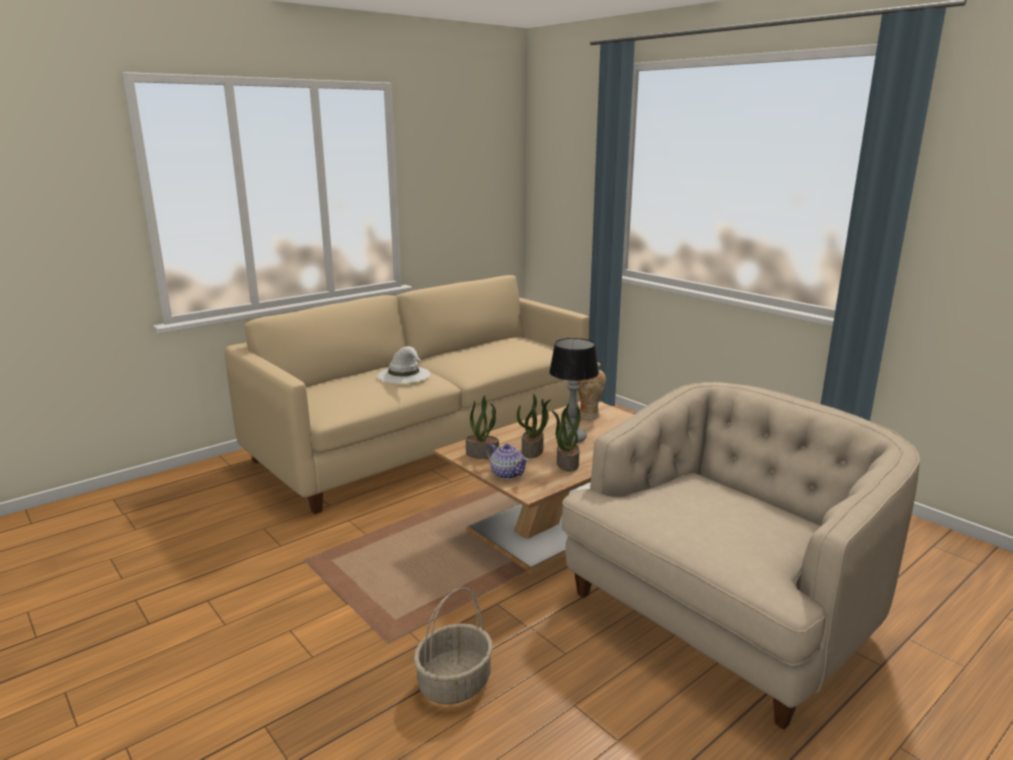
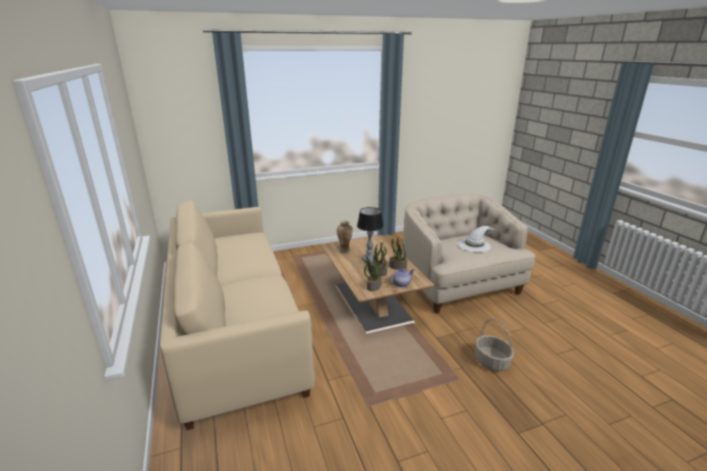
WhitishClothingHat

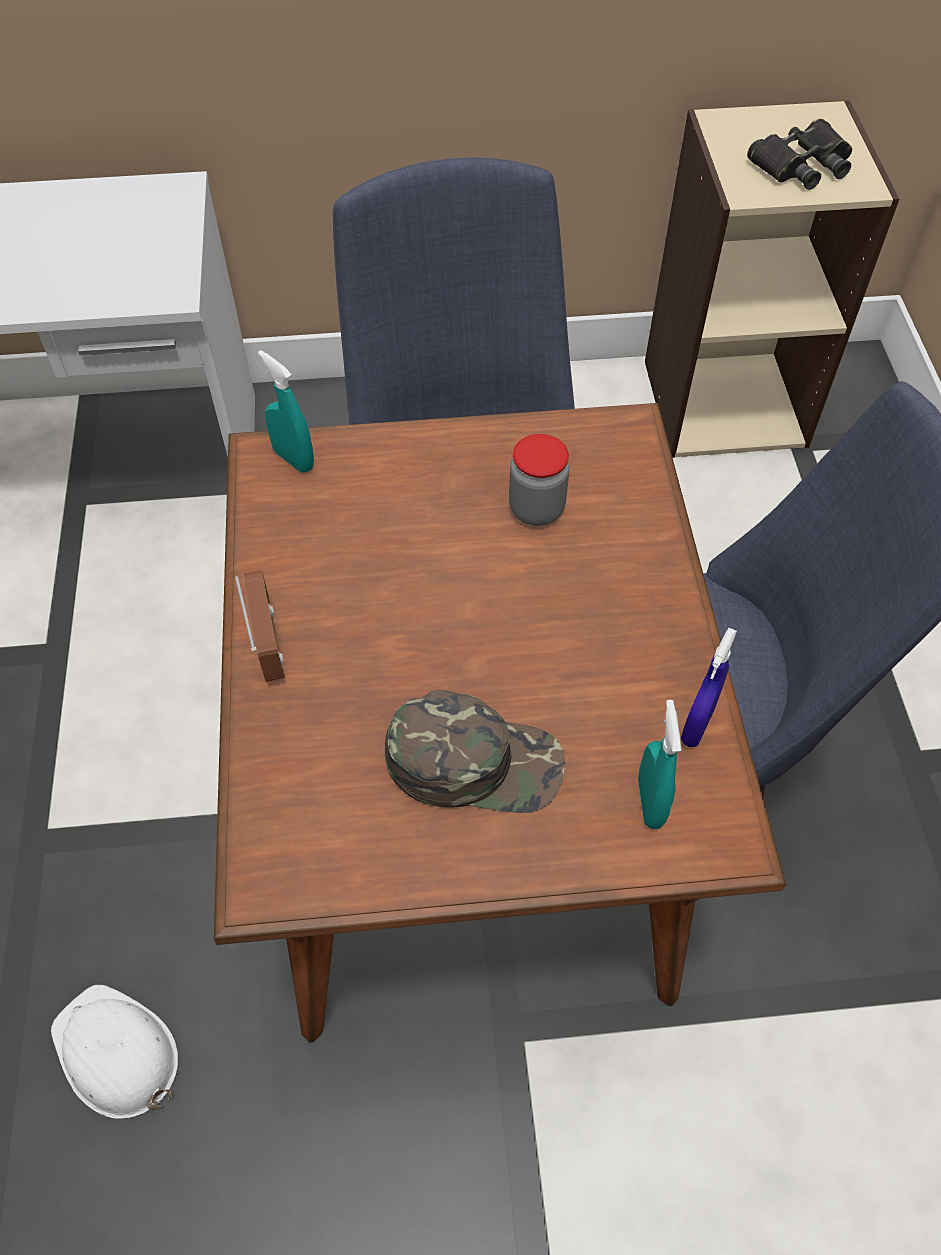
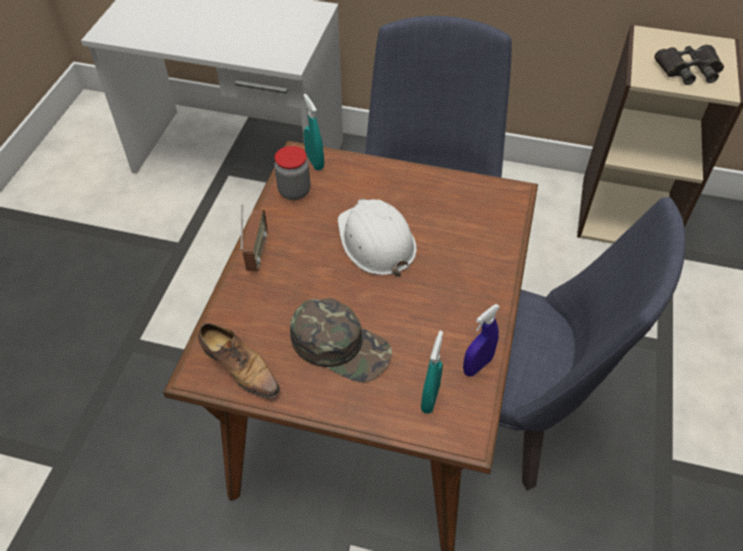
WhitishSafetyHelmet; StorageJar; Shoe

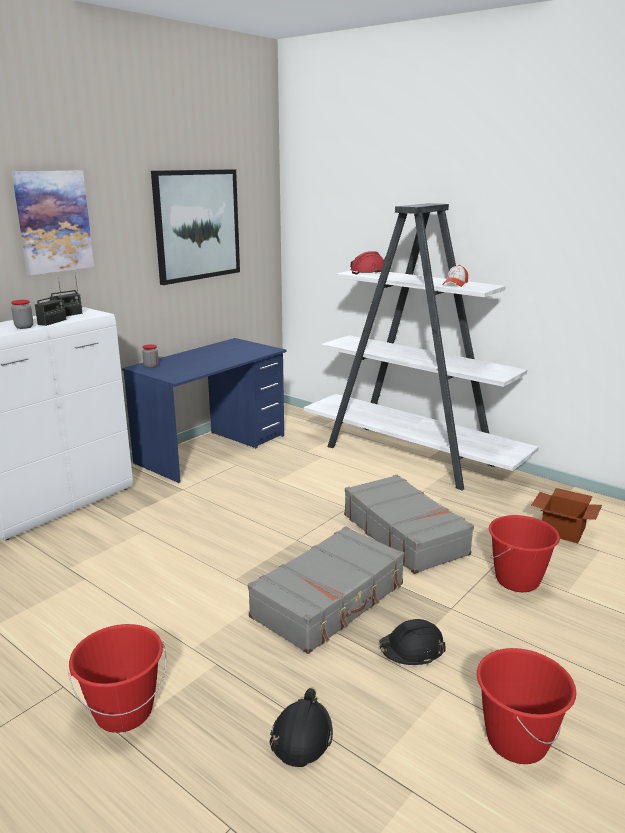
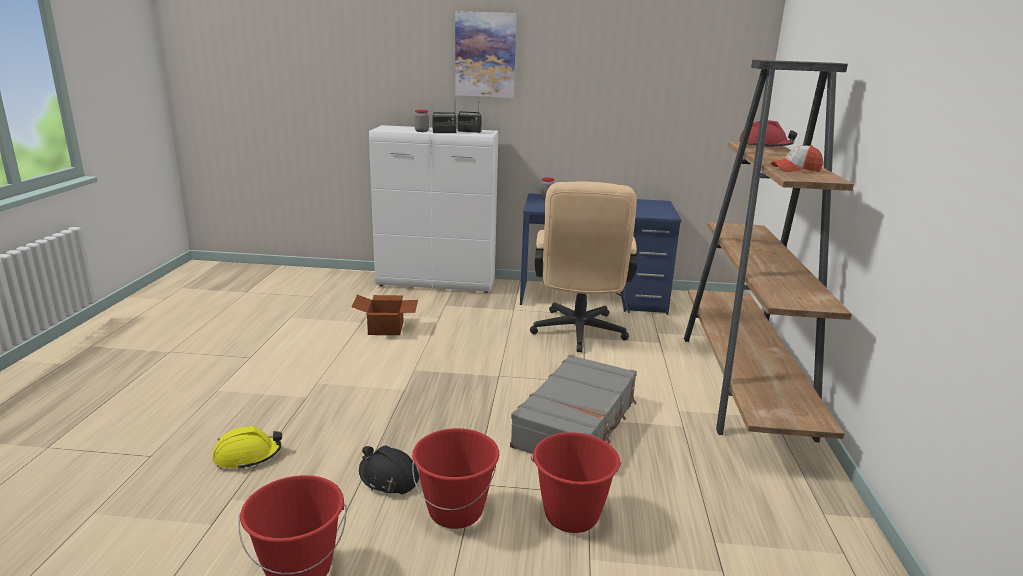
ReddishPail (no. 2 from left); Picture (no. 2 from left in the first image); GreyishTravelCase (no. 1 from left in the first image); YellowishSafetyHelmet; BrownColouredBookshelf; Carton; BeigeDeskChair

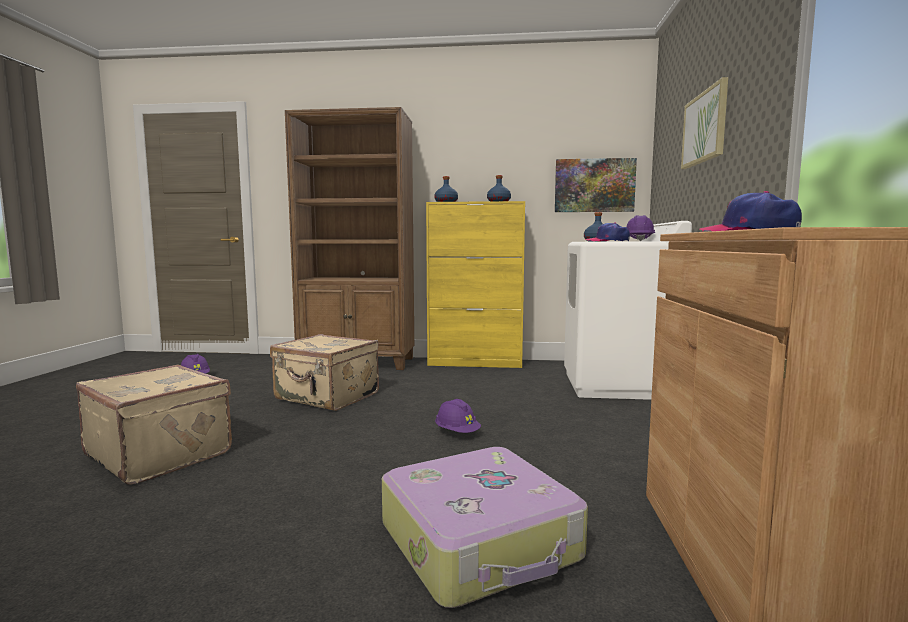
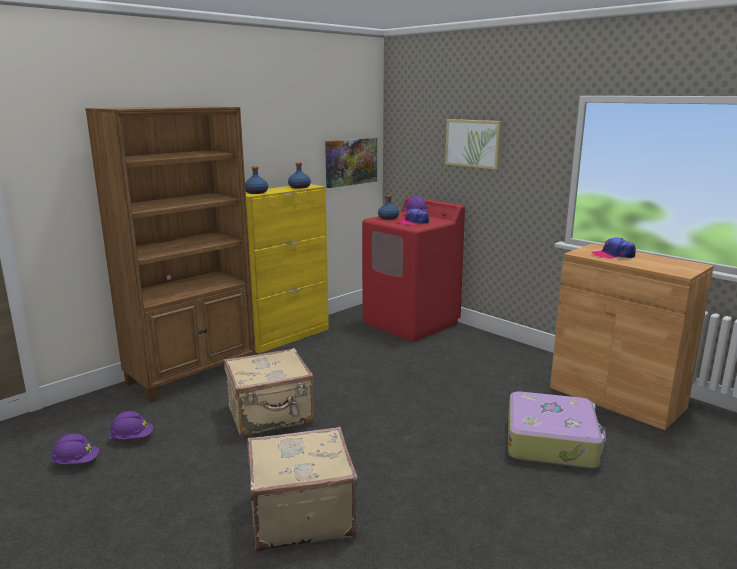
PurplishSafetyHelmet (no. 2 from left); ReddishLaundryAppliance

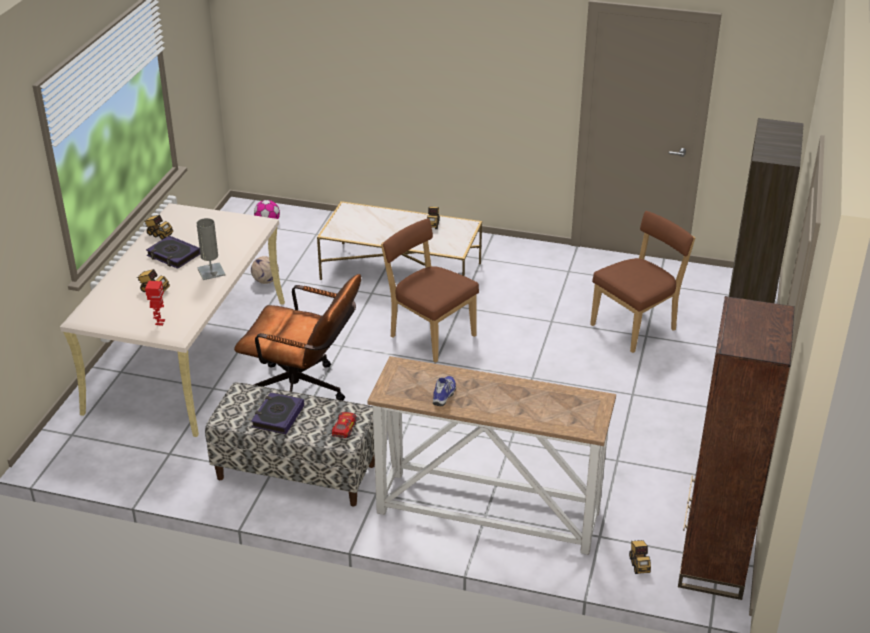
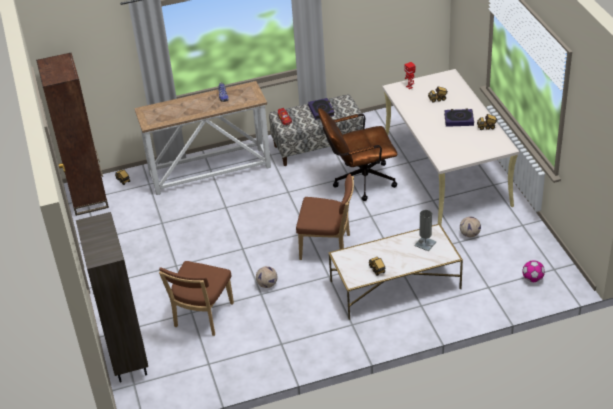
GreyishTableLamp; FootballBall (no. 1 from left)

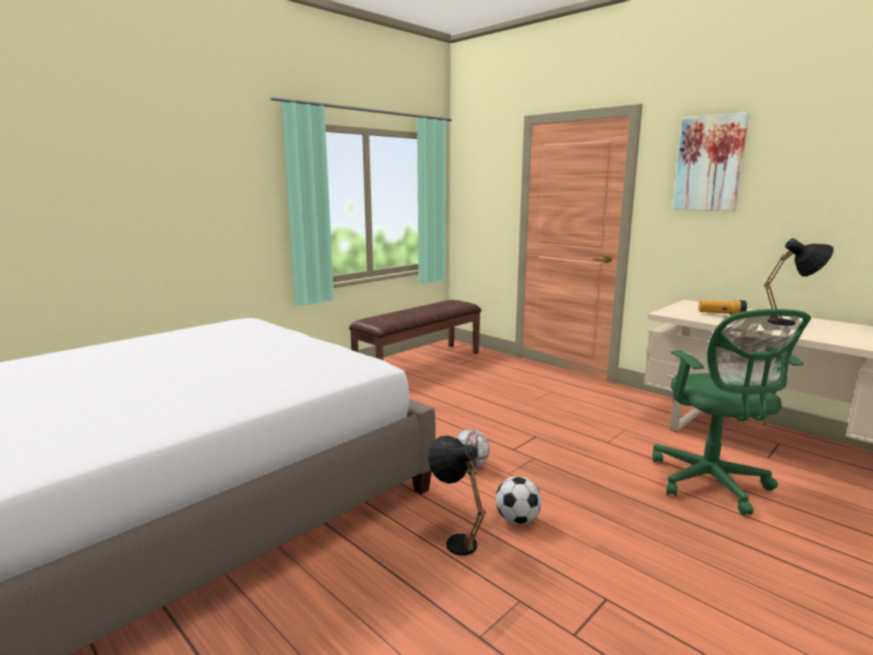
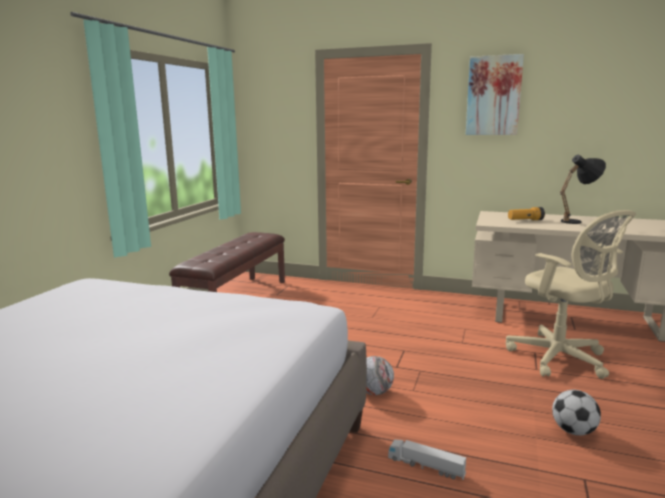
ToyTruck; FootballBall (no. 2 from left); BeigeDeskChair

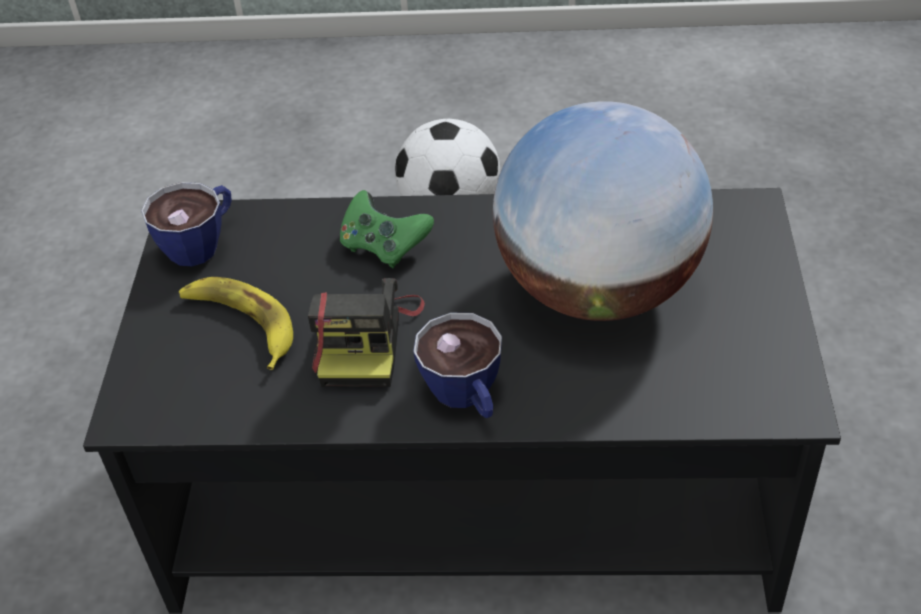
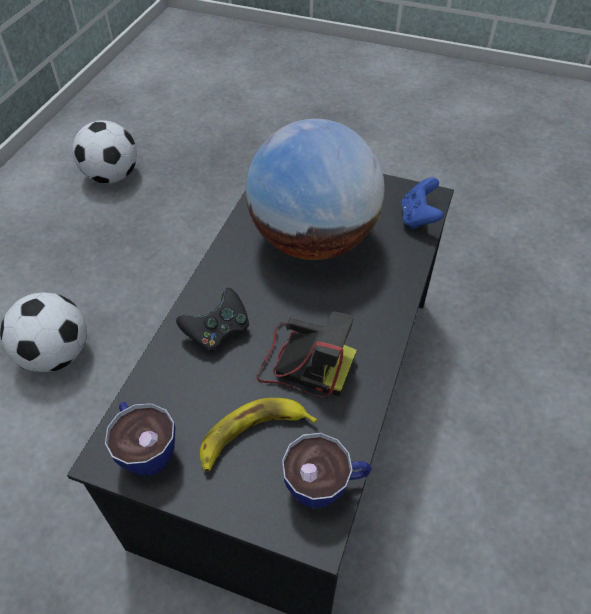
BlackishGameController; DrinkingCup (no. 2 from left); FootballBall (no. 2 from left); BlueGameController

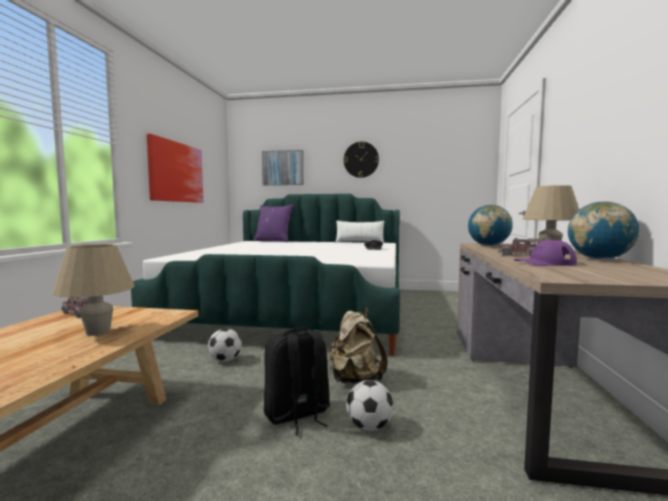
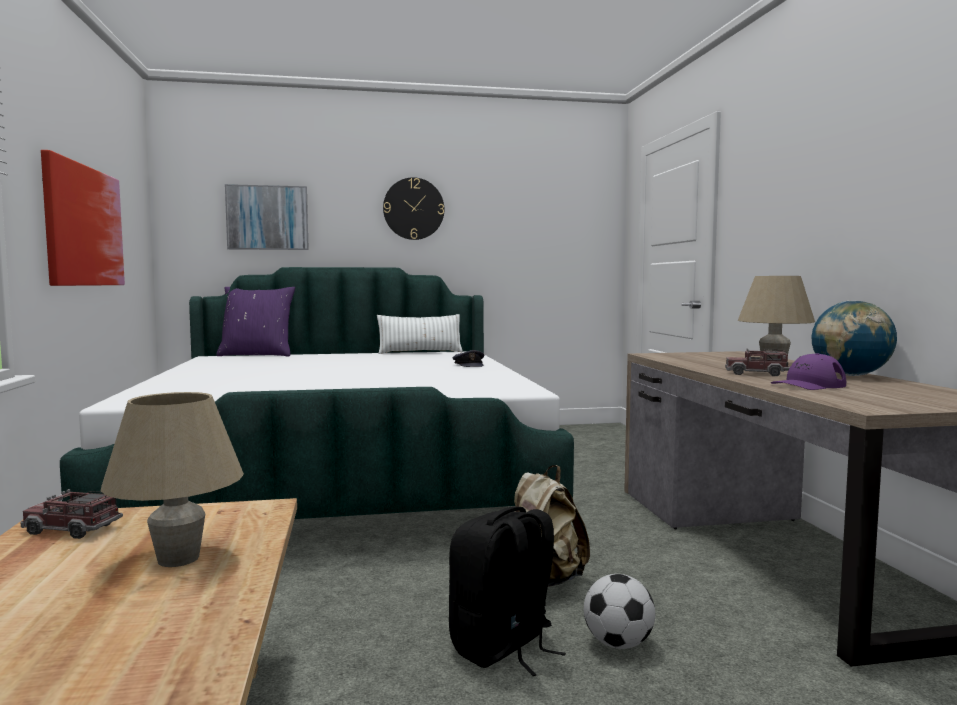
FootballBall (no. 1 from left in the first image); WorldGlobe (no. 1 from left in the first image)

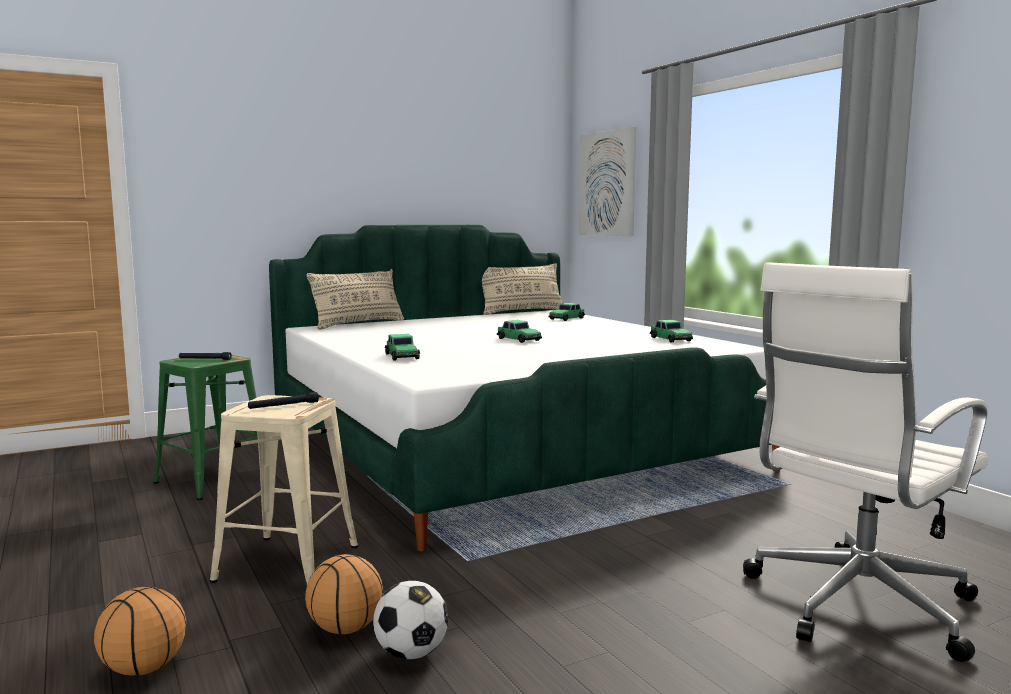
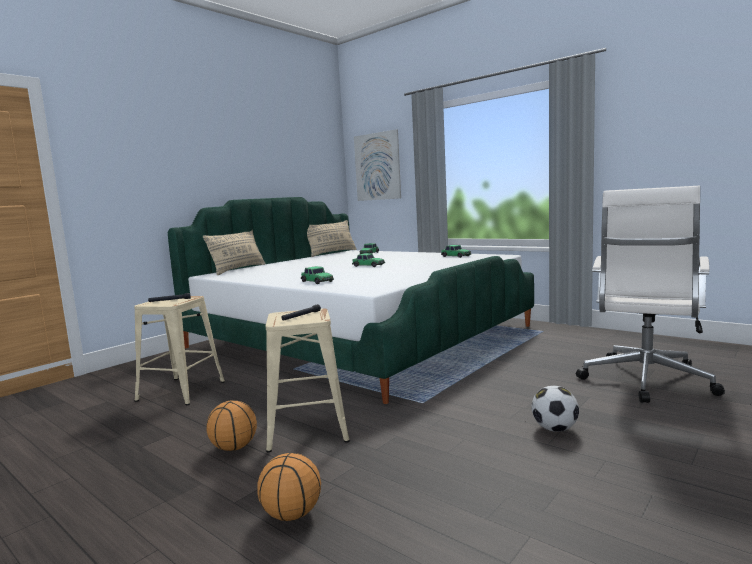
BeigeStool (no. 1 from left); Basketball (no. 1 from left); FootballBall

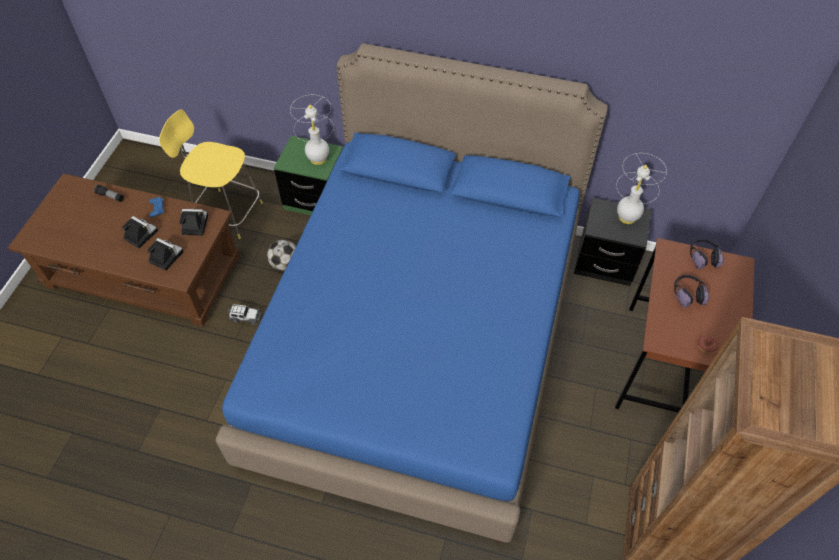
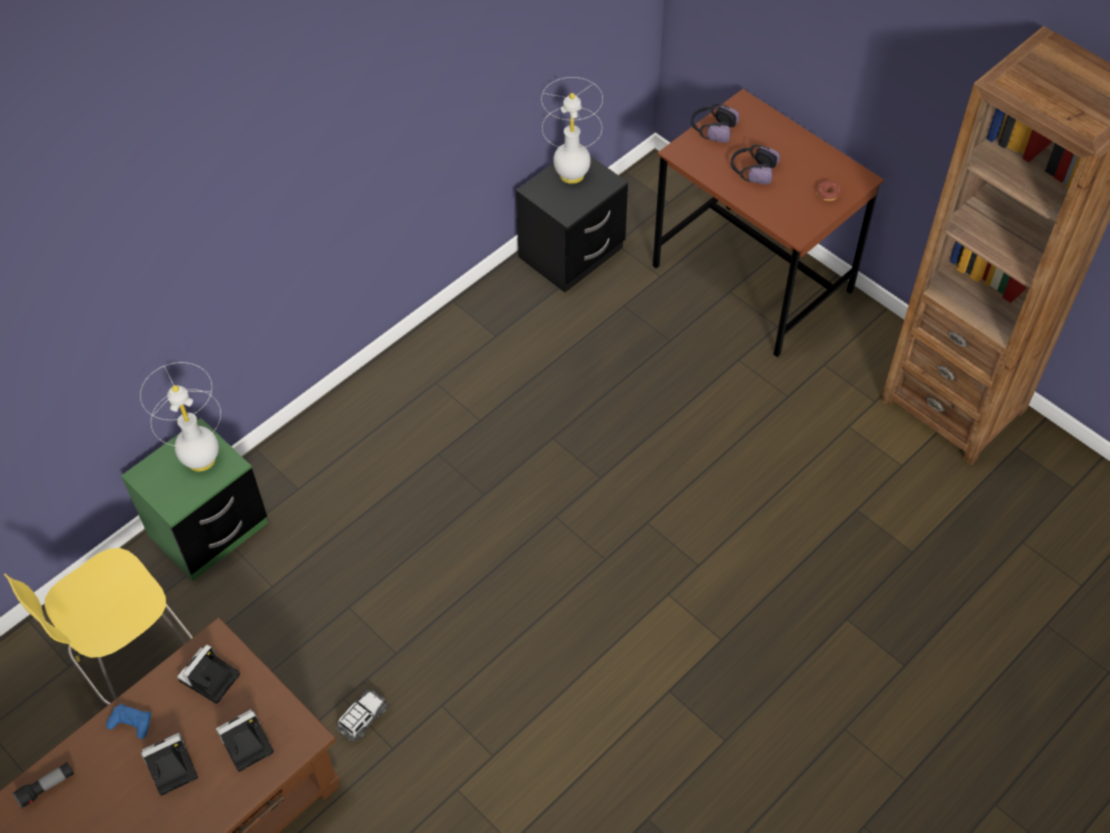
BlueBedroomBed; FootballBall

